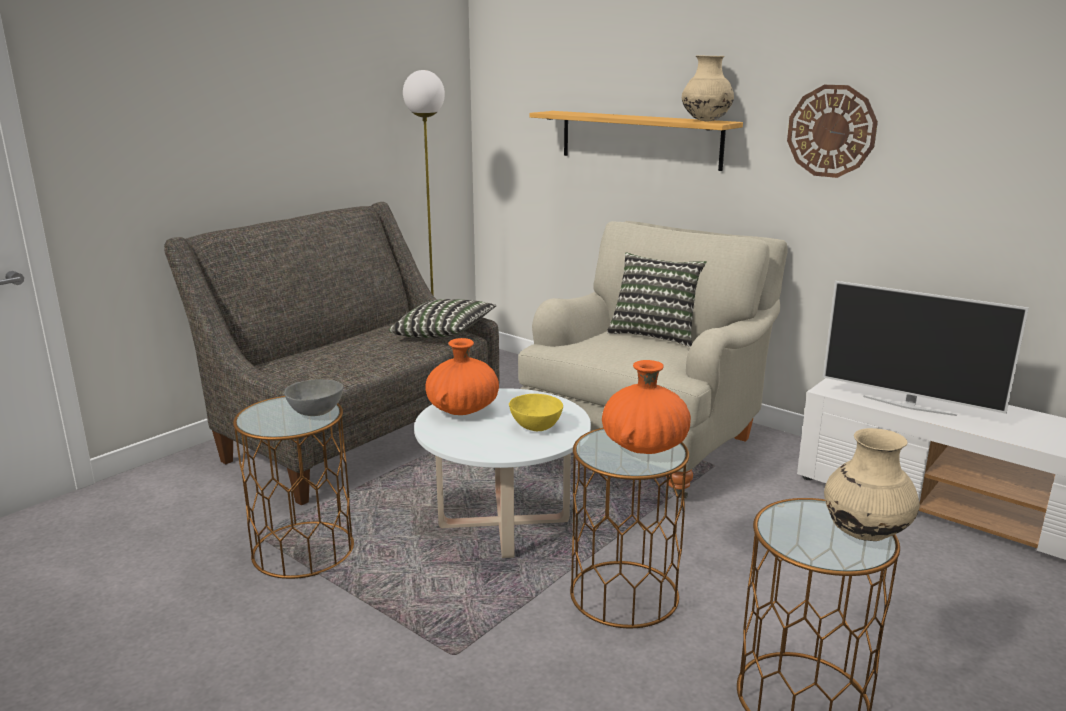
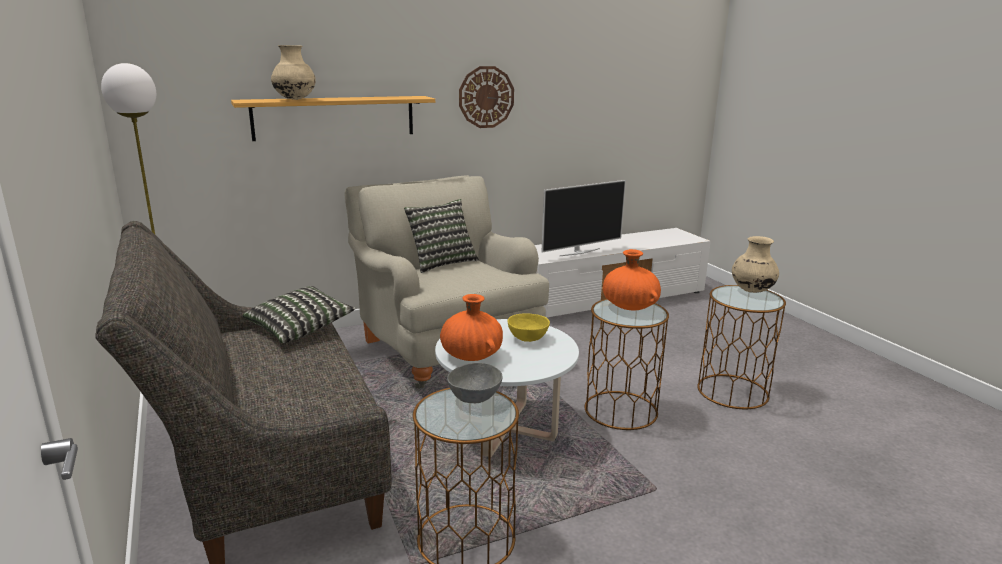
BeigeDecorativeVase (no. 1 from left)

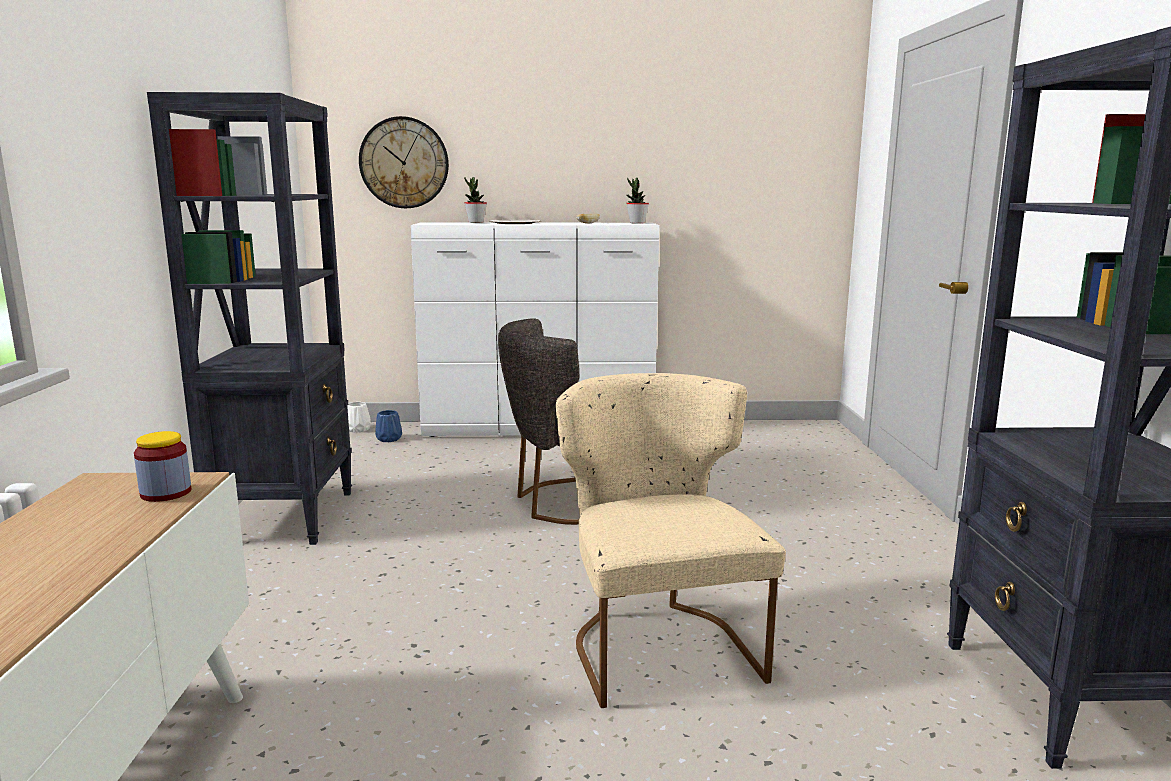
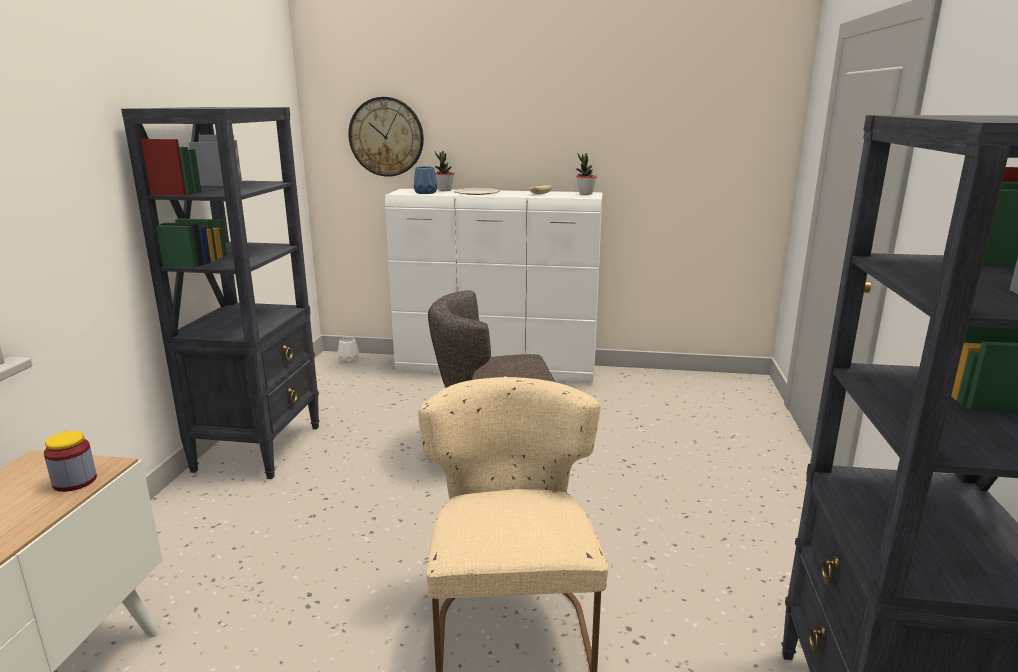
BlueDecorativeVase

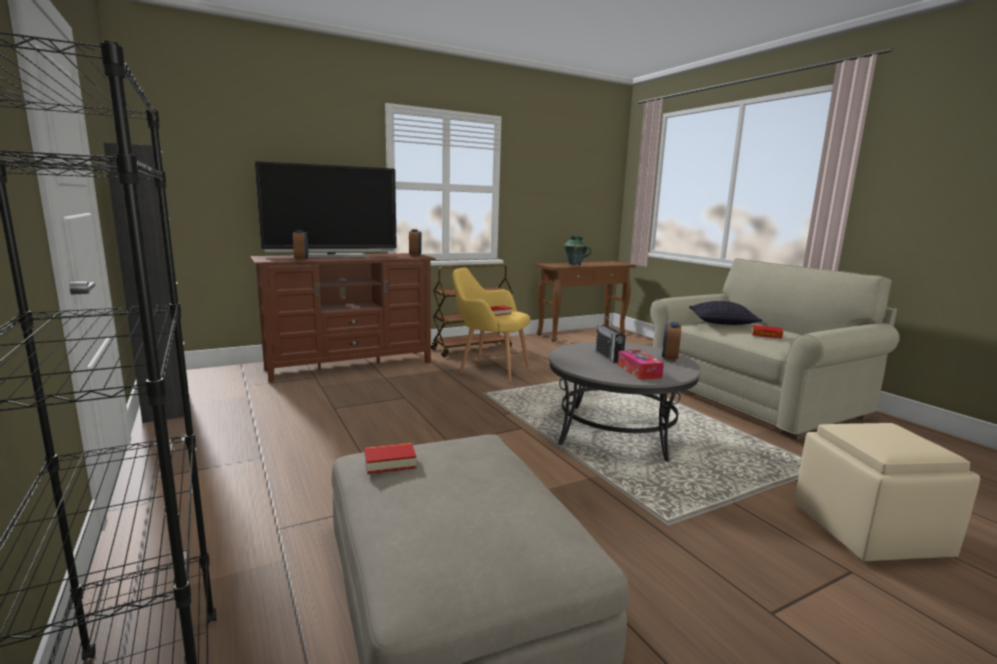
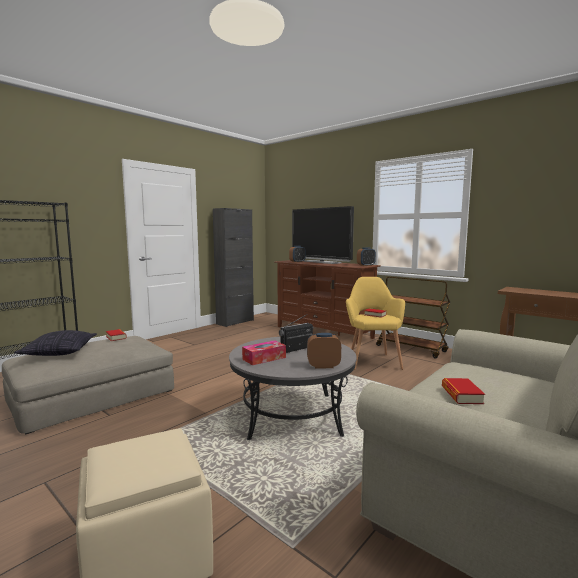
DecorativeVase; Cushion

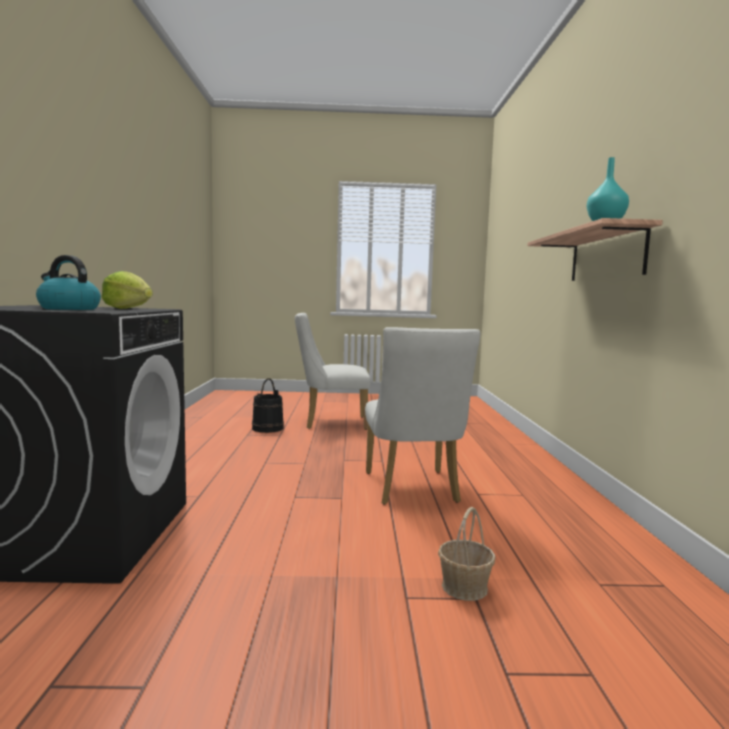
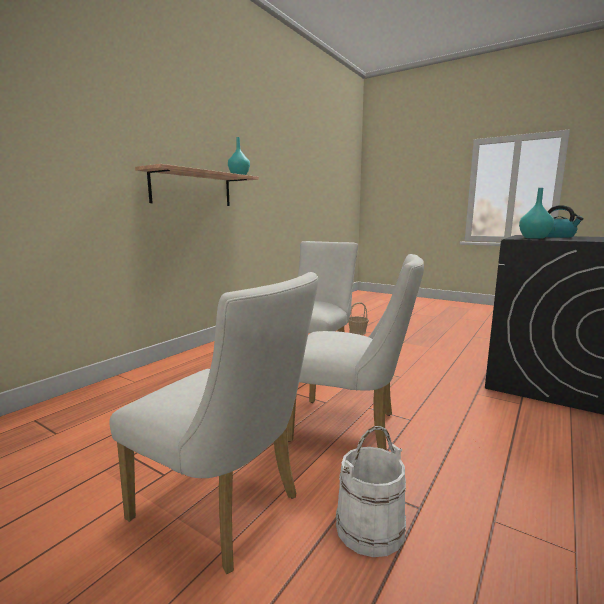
BlueGreenDecorativeVase (no. 2 from left); WhitishPail; WhitishChair (no. 3 from left)

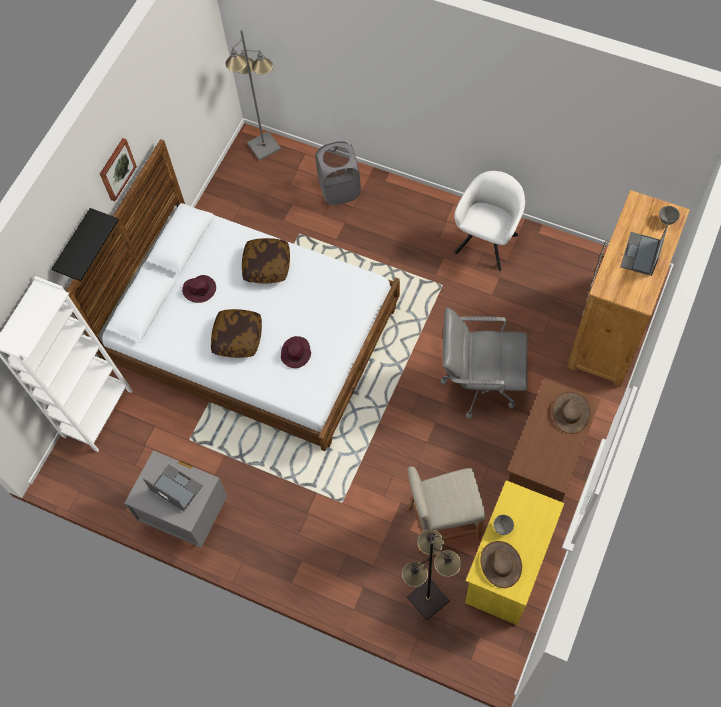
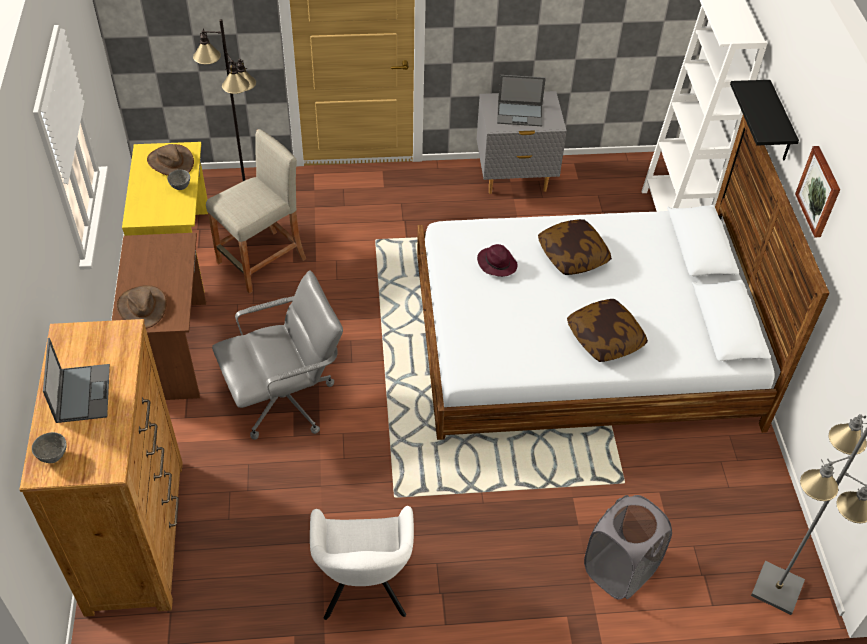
PurplishClothingHat (no. 1 from left in the first image)

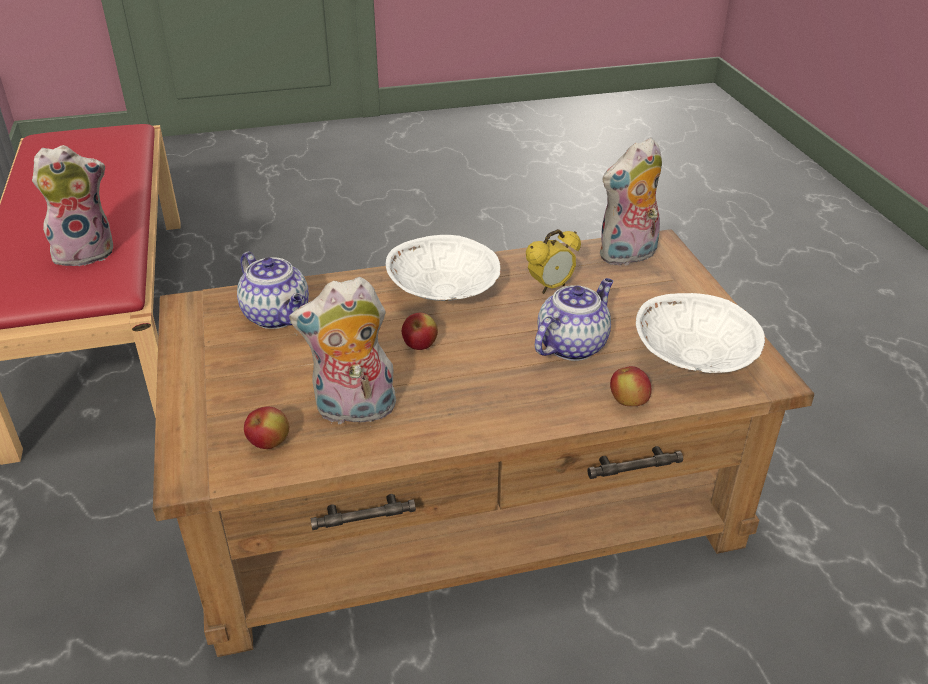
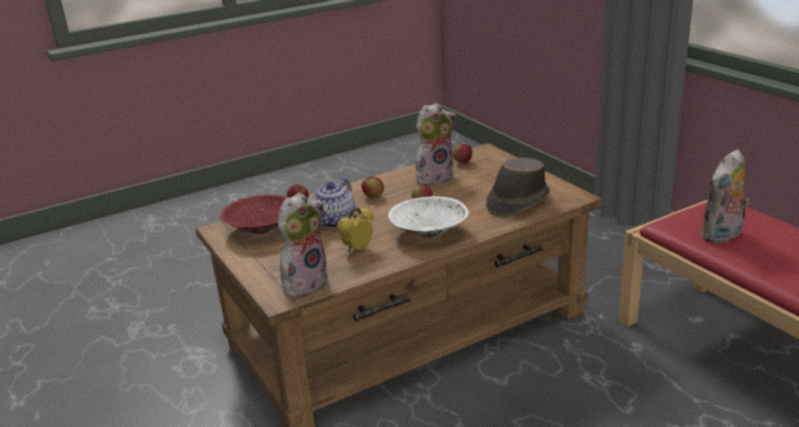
BrownColouredClothingHat; ReddishBowl; WholeApple (no. 2 from left)

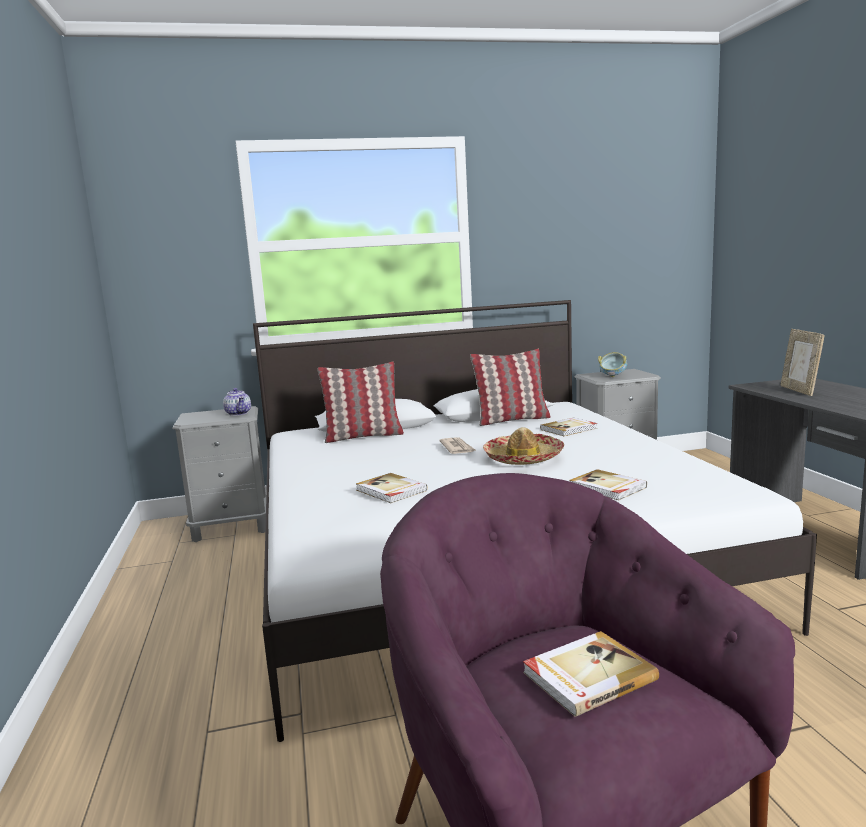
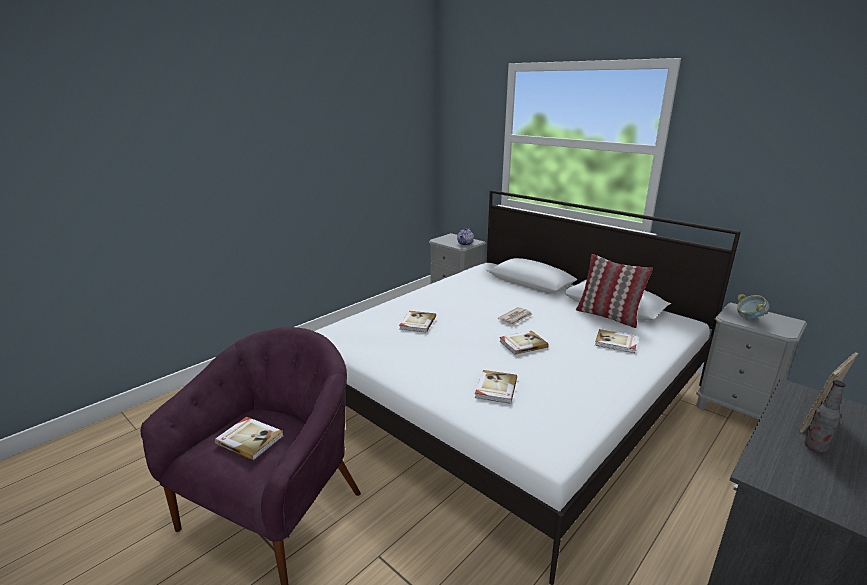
Cushion (no. 1 from left in the first image); Volume (no. 4 from left); BeverageBottle

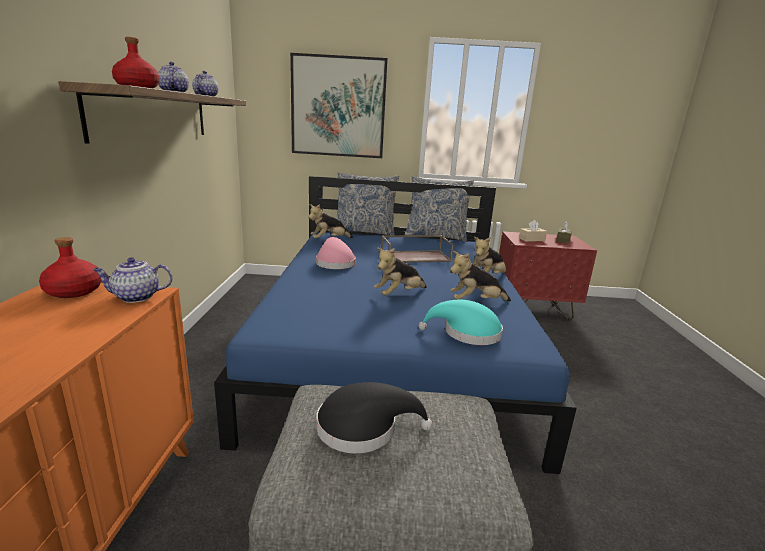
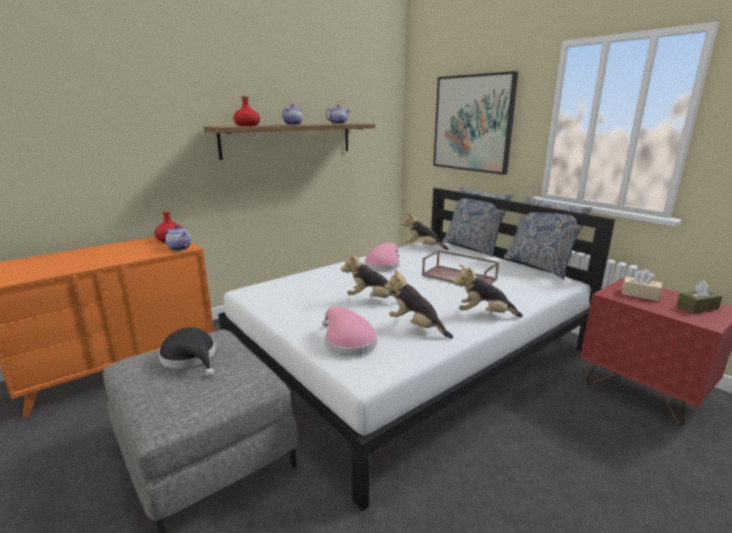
WhitishBedroomBed; PinkColouredClothingHat (no. 1 from left)

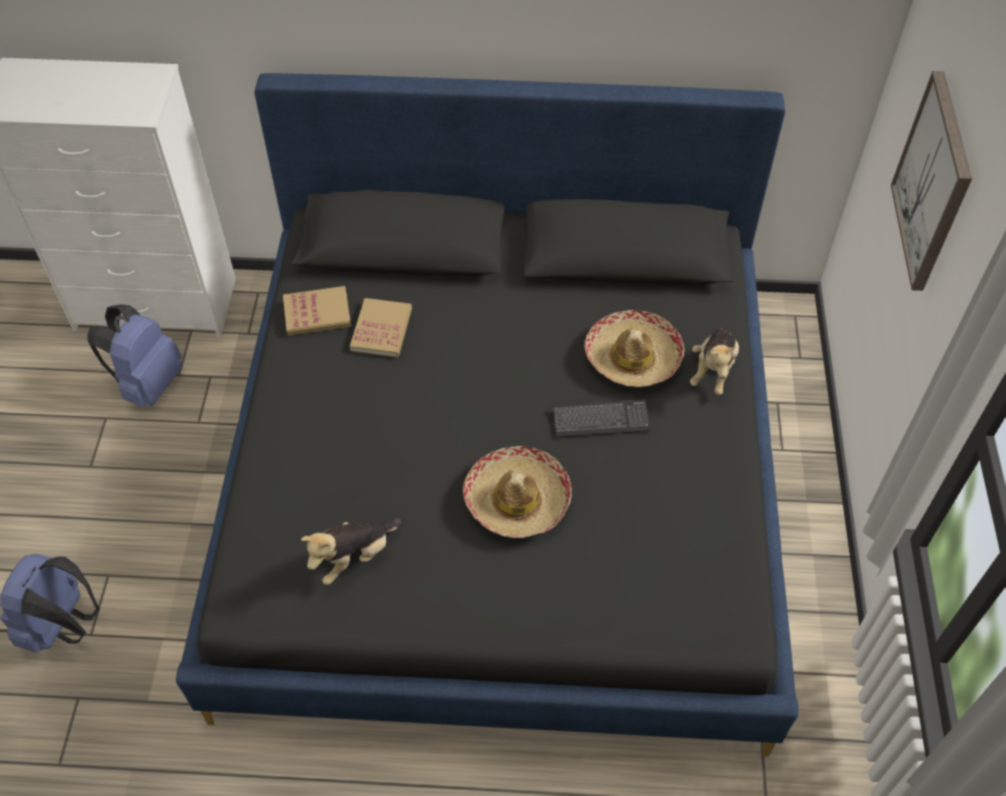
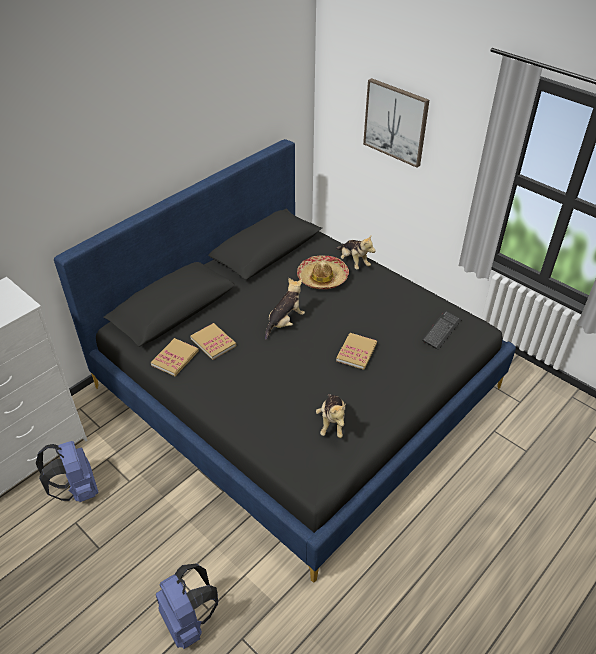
Volume (no. 3 from left); PcKeyboard; SoftToy (no. 1 from left)

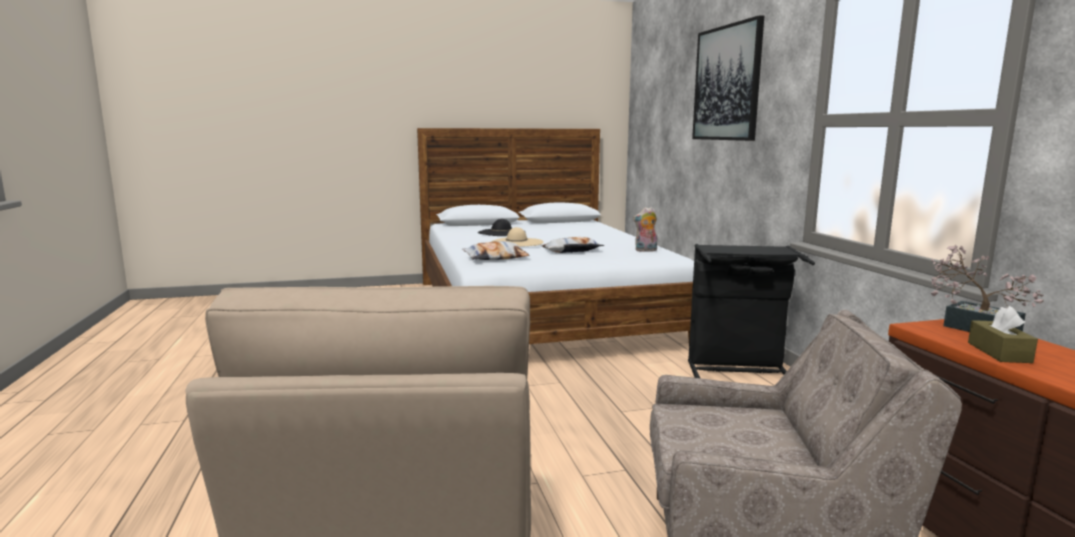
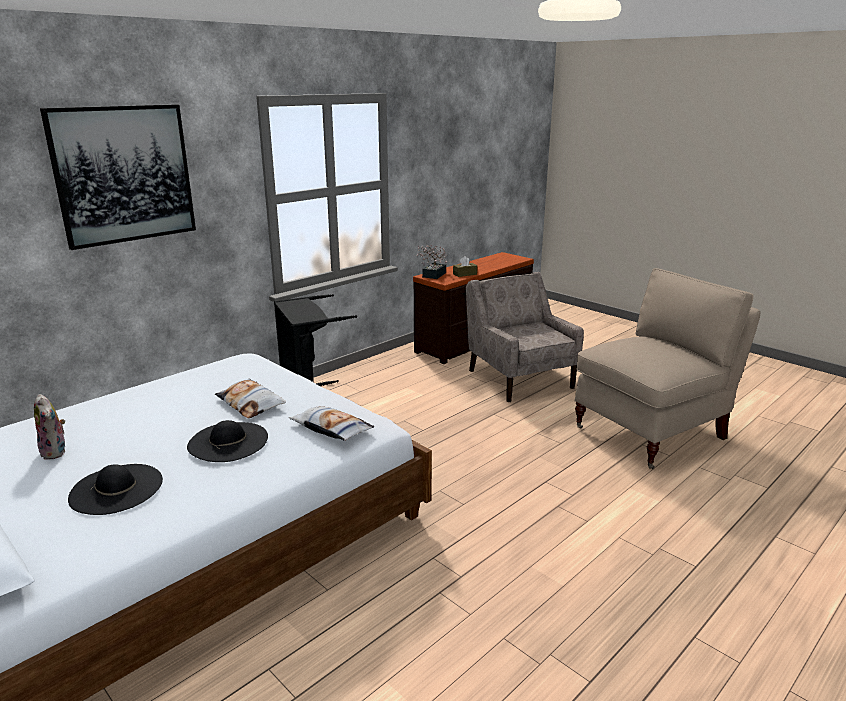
BlackishClothingHat (no. 2 from left); SoftToy

